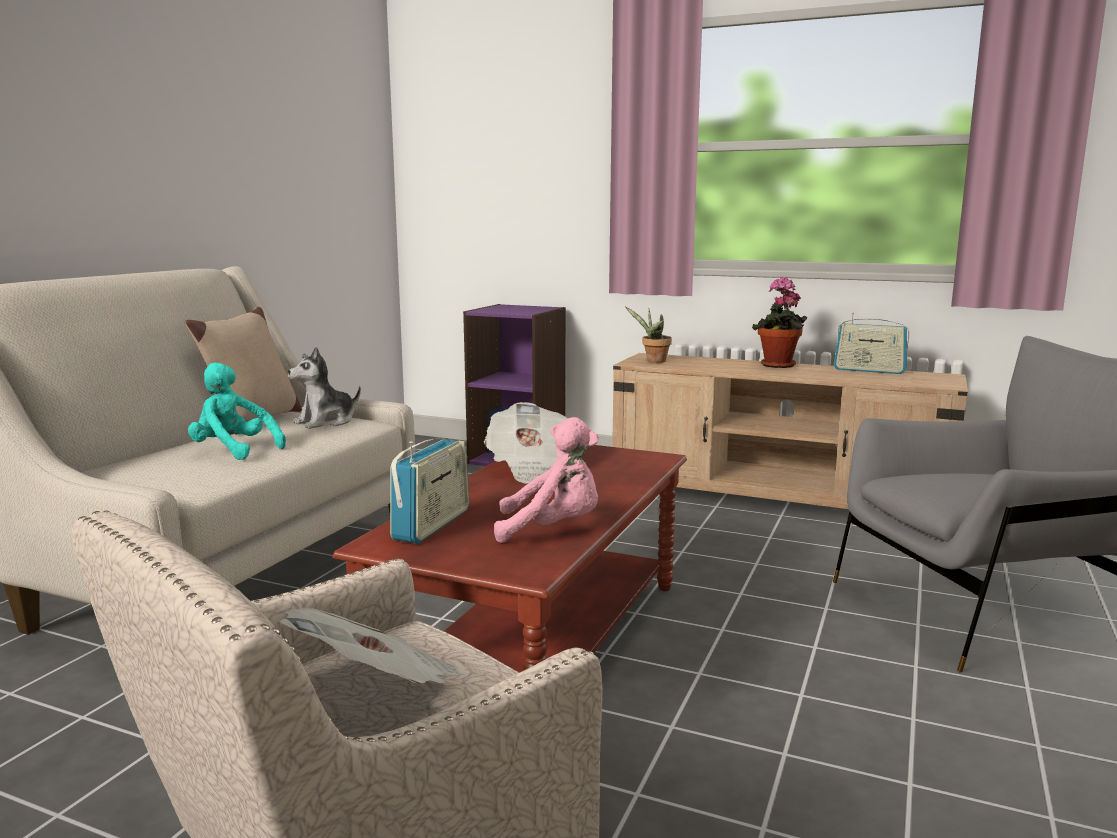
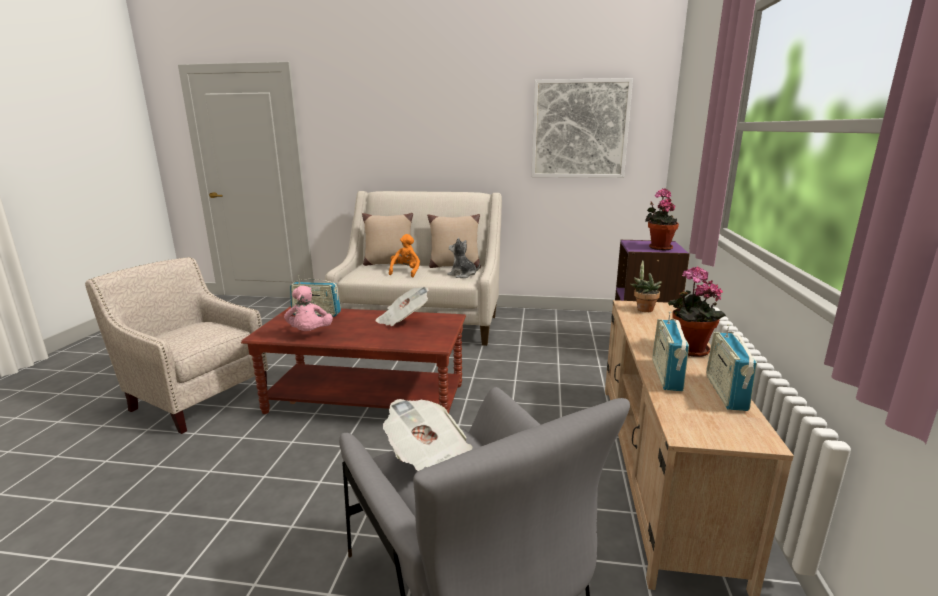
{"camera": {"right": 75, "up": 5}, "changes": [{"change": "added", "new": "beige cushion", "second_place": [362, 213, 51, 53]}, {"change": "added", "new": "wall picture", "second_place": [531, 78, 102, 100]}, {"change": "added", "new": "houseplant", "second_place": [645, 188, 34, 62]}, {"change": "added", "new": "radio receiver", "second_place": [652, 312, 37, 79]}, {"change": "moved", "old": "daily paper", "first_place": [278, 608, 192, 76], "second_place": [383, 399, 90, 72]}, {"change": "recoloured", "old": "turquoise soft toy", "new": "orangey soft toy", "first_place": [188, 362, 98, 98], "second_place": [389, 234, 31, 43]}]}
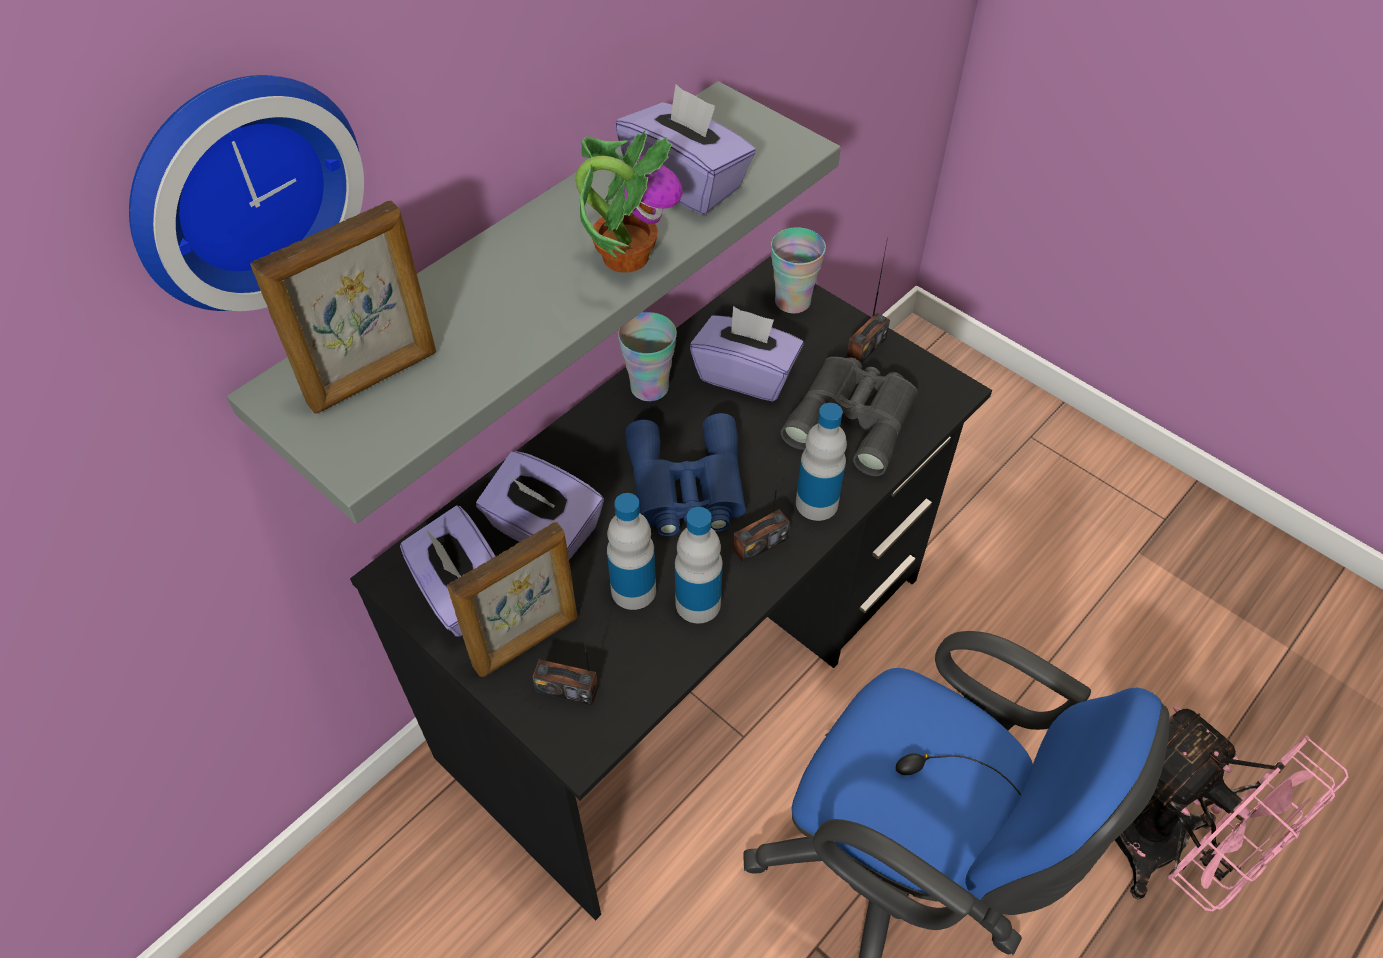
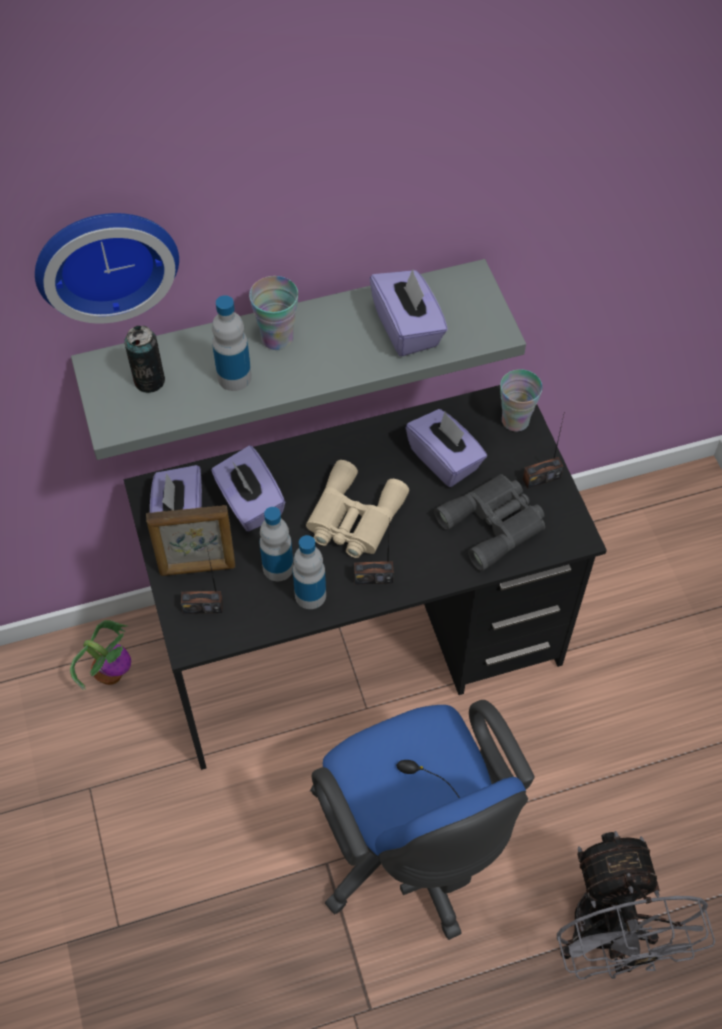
{"camera": {"right": 30, "up": 5}, "changes": [{"change": "moved", "old": "houseplant", "first_place": [576, 130, 106, 143], "second_place": [70, 620, 61, 70]}, {"change": "moved", "old": "drinking cup", "first_place": [618, 312, 59, 89], "second_place": [249, 276, 49, 74]}, {"change": "moved", "old": "drink bottle", "first_place": [796, 403, 51, 118], "second_place": [212, 295, 40, 96]}, {"change": "replaced", "old": "photo frame", "new": "metal can", "first_place": [250, 201, 186, 213], "second_place": [124, 326, 41, 67]}, {"change": "recoloured", "old": "blue-coloured field glasses", "new": "beige field glasses", "first_place": [625, 413, 121, 124], "second_place": [306, 460, 103, 98]}, {"change": "recoloured", "old": "pink electric fan", "new": "greyish electric fan", "first_place": [1115, 706, 233, 205], "second_place": [557, 831, 158, 149]}, {"change": "turned", "old": "radio receiver", "first_place": [532, 605, 66, 100], "second_place": [181, 549, 42, 65], "degrees": -45}]}
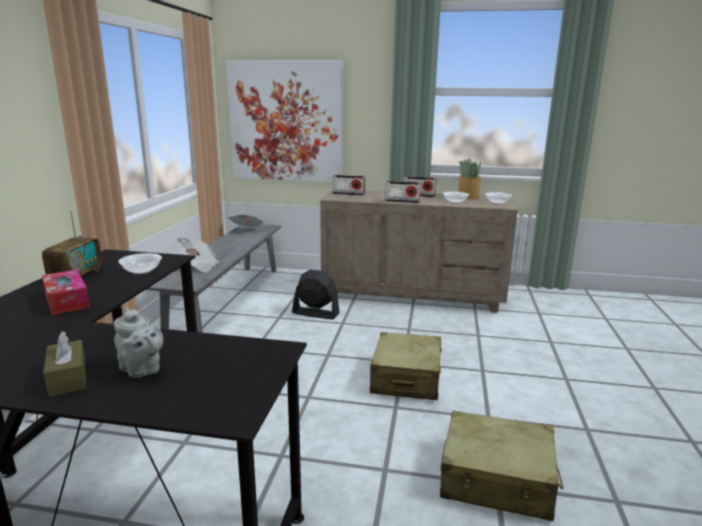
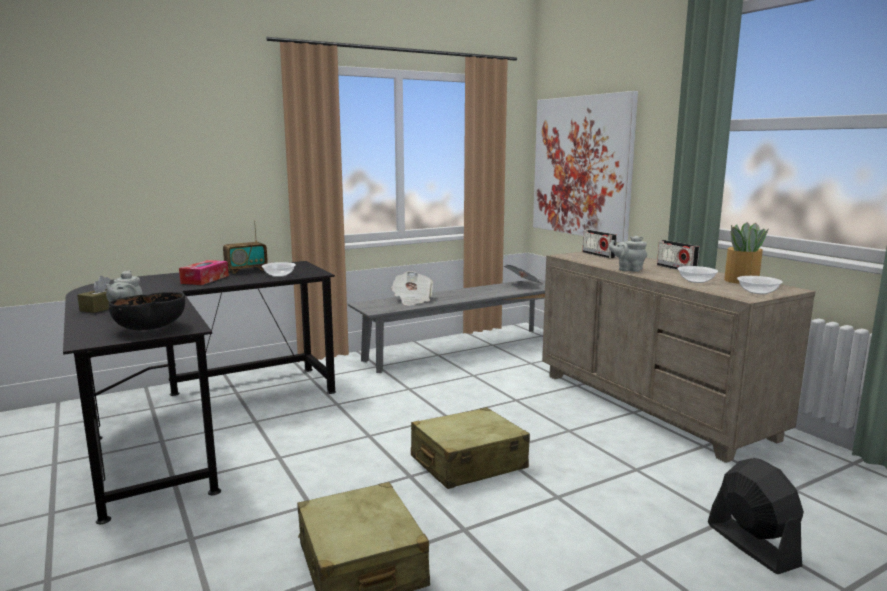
{"camera": {"right": 50, "up": -5}, "changes": [{"change": "added", "new": "blackish serving bowl", "second_place": [108, 292, 77, 38]}, {"change": "moved", "old": "blackish electric fan", "first_place": [292, 270, 48, 50], "second_place": [708, 458, 96, 116]}, {"change": "replaced", "old": "radio receiver", "new": "greyish pot for tea", "first_place": [385, 181, 35, 22], "second_place": [609, 236, 38, 36]}]}
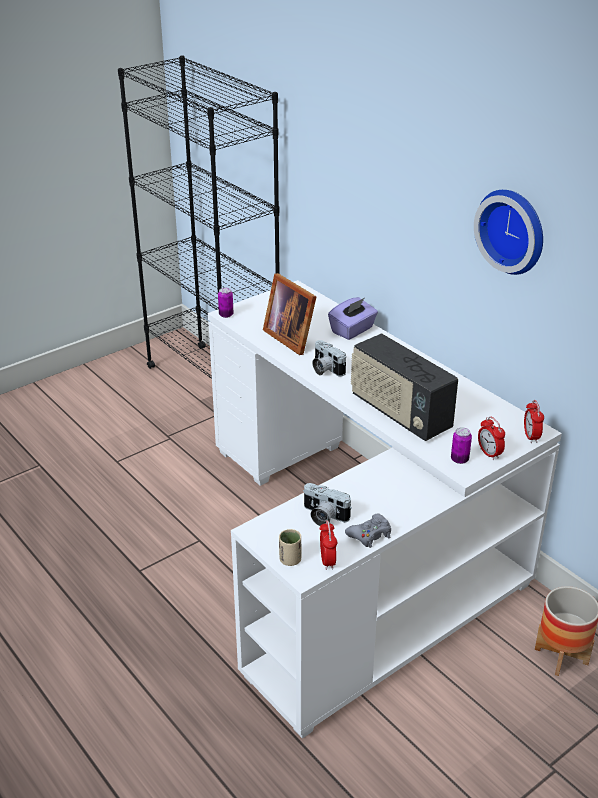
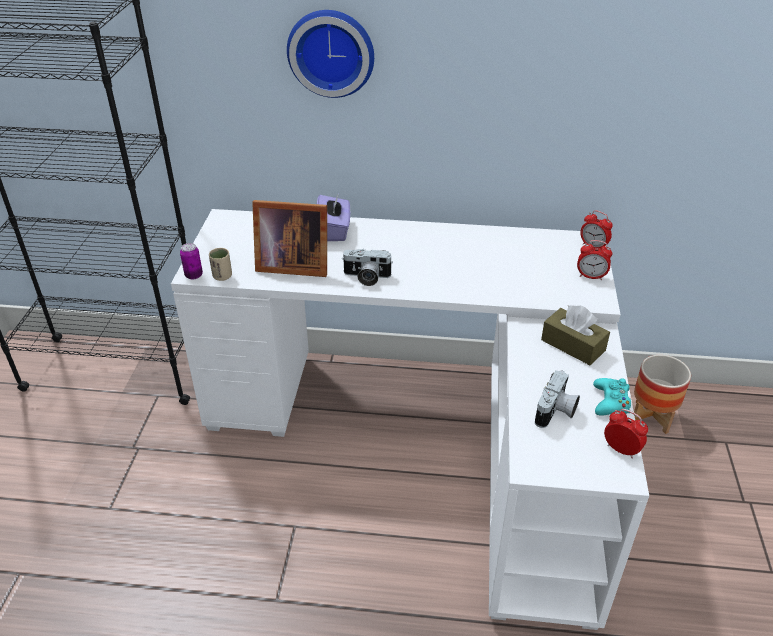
{"camera": {"right": -45, "up": 5}, "changes": [{"change": "removed", "old": "radio receiver", "first_place": [351, 333, 107, 108]}, {"change": "removed", "old": "metal can", "first_place": [451, 427, 21, 37]}, {"change": "added", "new": "brownish box of tissues", "second_place": [541, 305, 69, 60]}, {"change": "moved", "old": "beige drinking cup", "first_place": [279, 529, 22, 37], "second_place": [209, 248, 23, 33]}, {"change": "moved", "old": "hanging clock", "first_place": [474, 190, 69, 85], "second_place": [287, 10, 87, 88]}, {"change": "recoloured", "old": "greyish gamepad", "new": "turquoise gamepad", "first_place": [345, 513, 46, 35], "second_place": [593, 378, 38, 37]}, {"change": "turned", "old": "photo camera", "first_place": [303, 483, 49, 43], "second_place": [535, 370, 45, 58], "degrees": -45}]}
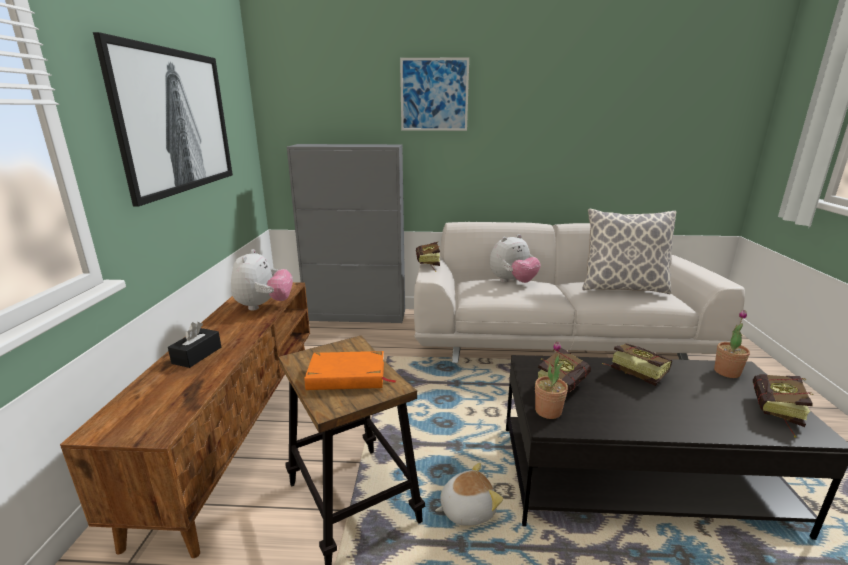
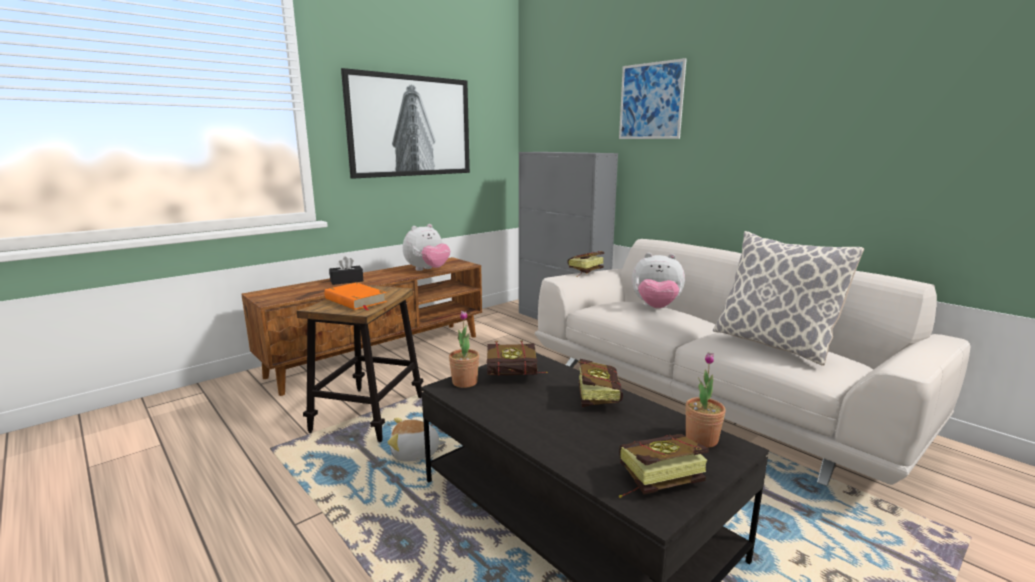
{"camera": {"right": 45, "up": -5}, "changes": [{"change": "turned", "old": "soft toy", "first_place": [435, 463, 68, 63], "second_place": [388, 418, 58, 44], "degrees": 150}]}
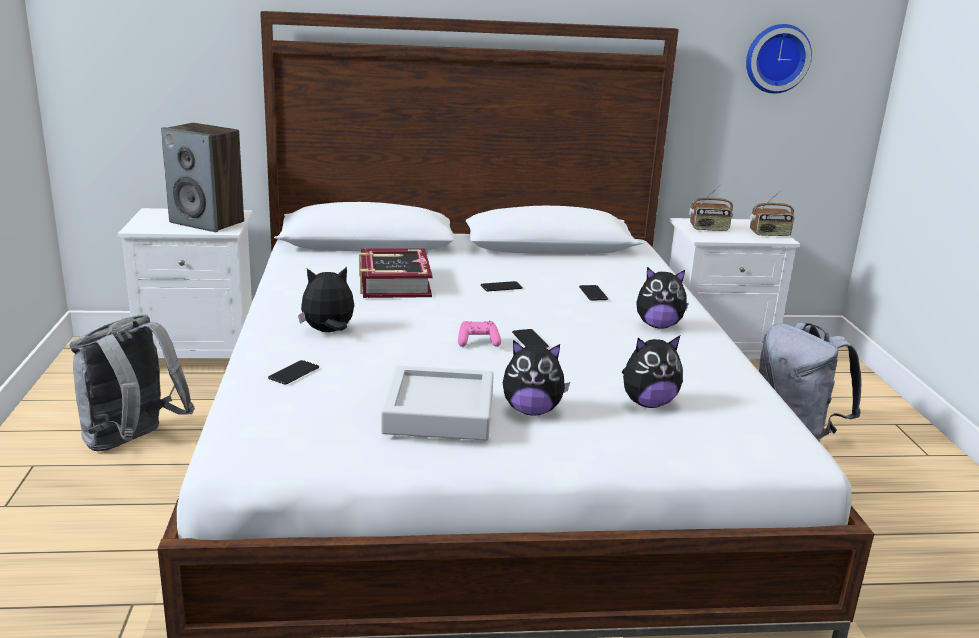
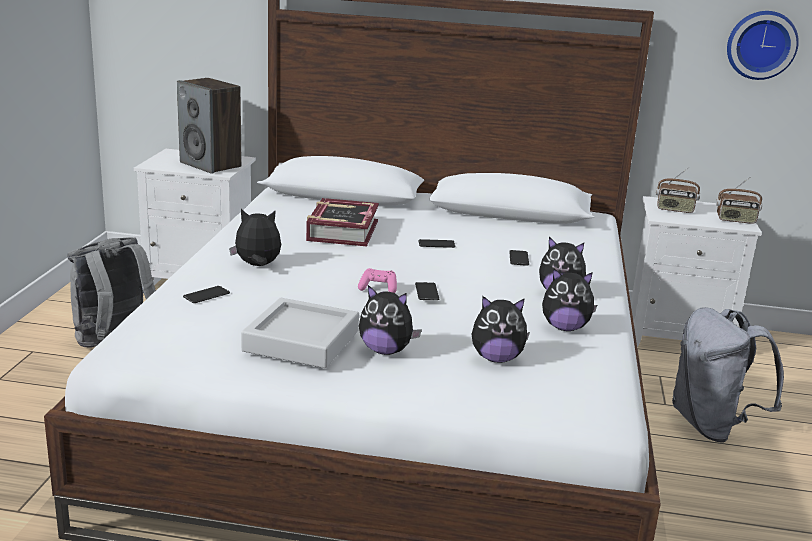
{"camera": {"right": 15, "up": 0}, "changes": [{"change": "added", "new": "soft toy", "second_place": [542, 268, 55, 63]}]}
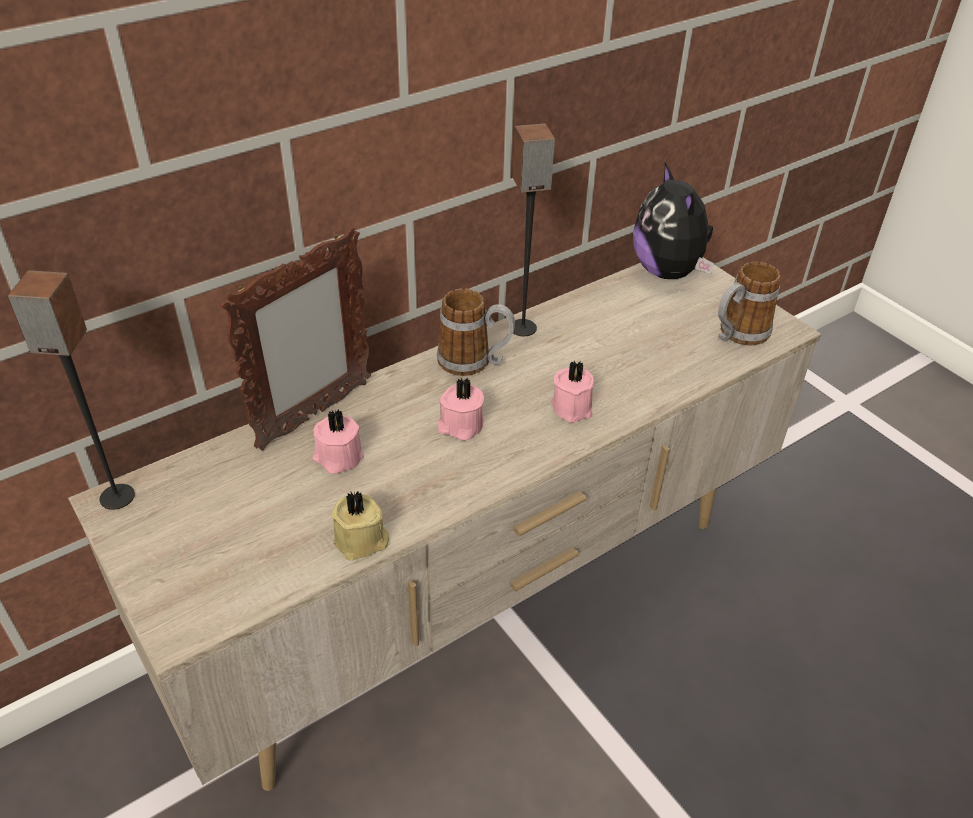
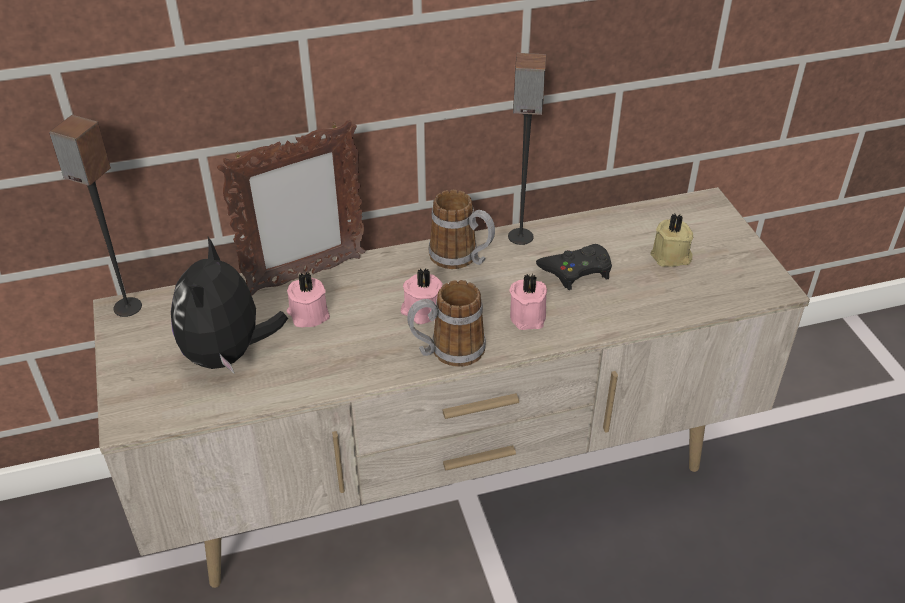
{"camera": {"right": 20, "up": 0}, "changes": [{"change": "added", "new": "blackish gamepad", "second_place": [536, 244, 76, 46]}, {"change": "moved", "old": "beige wax light", "first_place": [331, 490, 58, 71], "second_place": [651, 214, 43, 53]}, {"change": "moved", "old": "soft toy", "first_place": [633, 162, 82, 117], "second_place": [171, 237, 117, 137]}, {"change": "moved", "old": "coffee mug", "first_place": [718, 262, 63, 83], "second_place": [407, 280, 79, 87]}]}
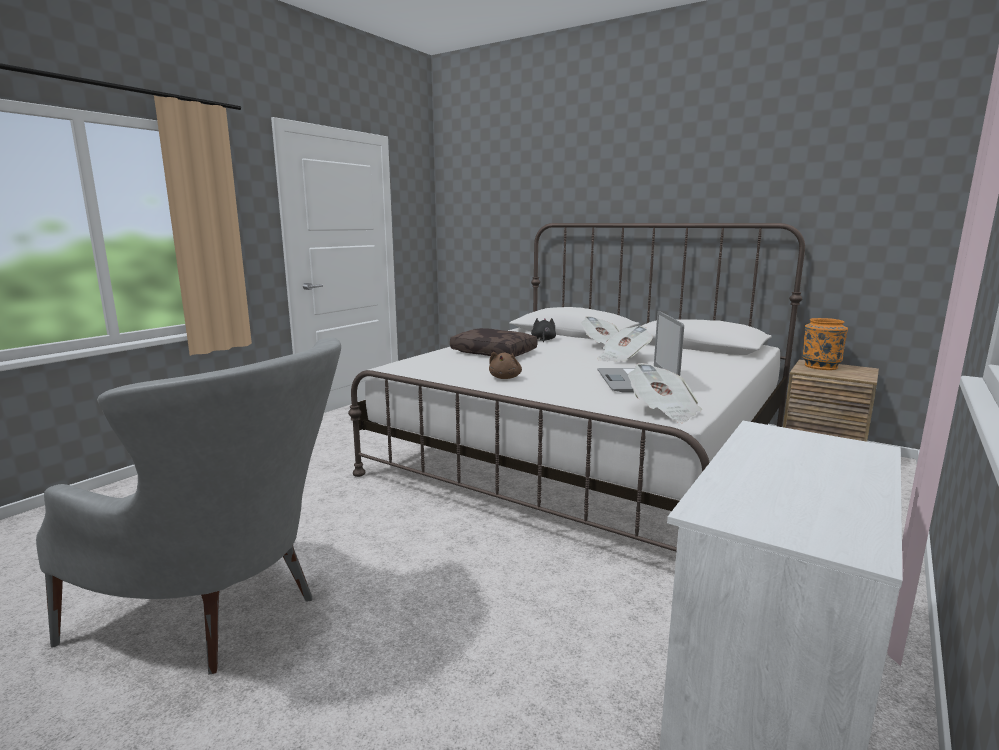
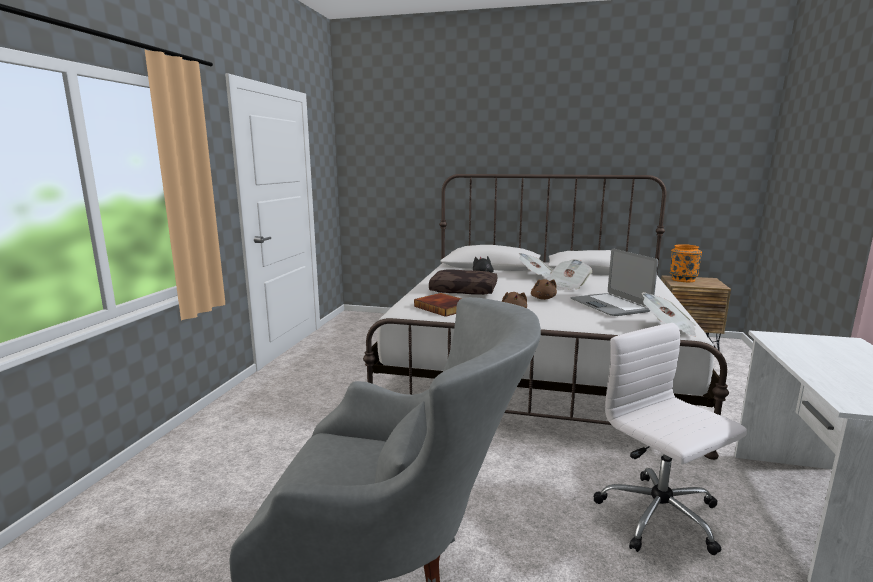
{"camera": {"right": -20, "up": 0}, "changes": [{"change": "added", "new": "volume", "second_place": [414, 293, 47, 24]}, {"change": "added", "new": "brownish soft toy", "second_place": [531, 279, 26, 21]}, {"change": "added", "new": "white desk chair", "second_place": [594, 323, 153, 232]}]}
